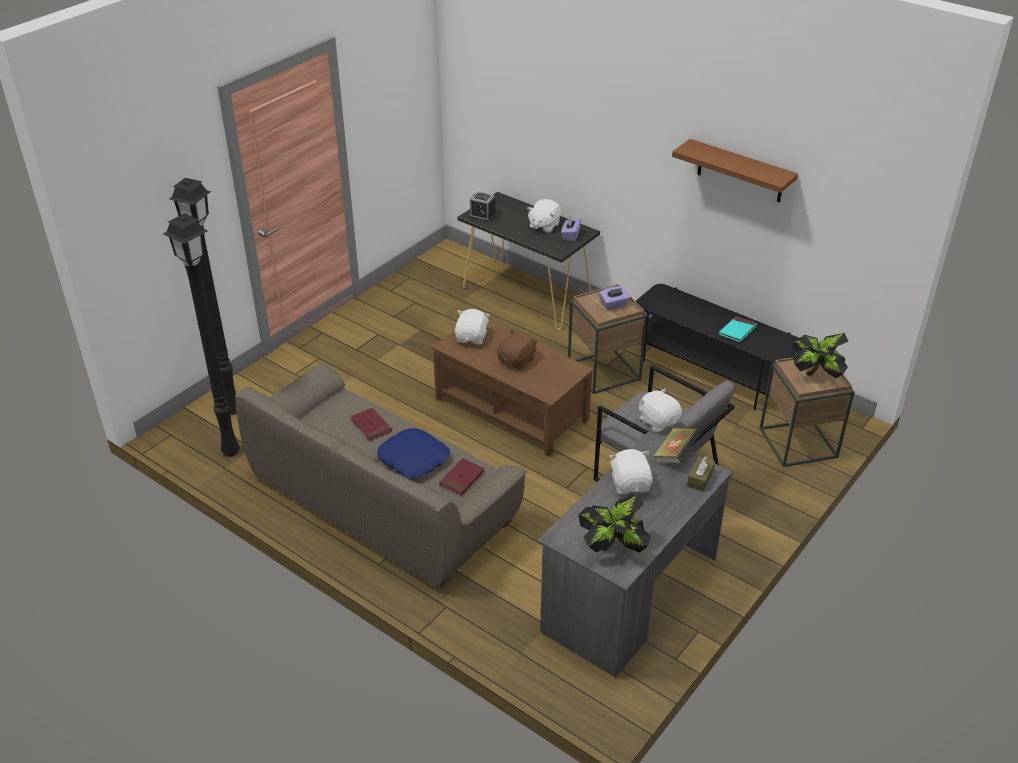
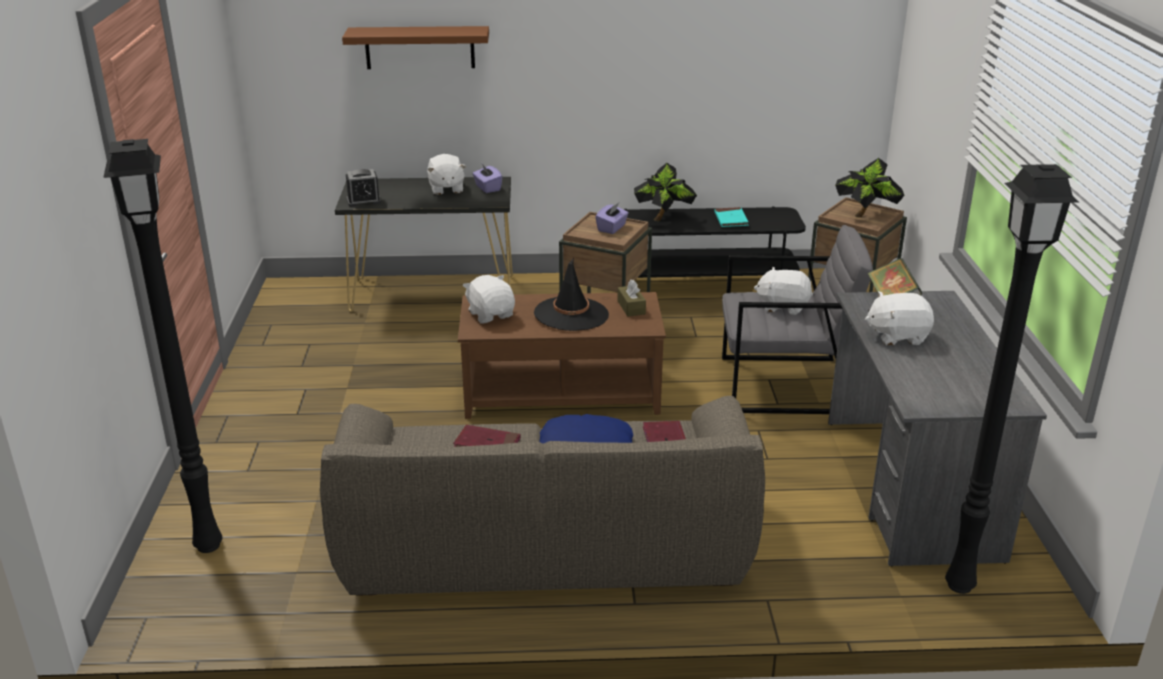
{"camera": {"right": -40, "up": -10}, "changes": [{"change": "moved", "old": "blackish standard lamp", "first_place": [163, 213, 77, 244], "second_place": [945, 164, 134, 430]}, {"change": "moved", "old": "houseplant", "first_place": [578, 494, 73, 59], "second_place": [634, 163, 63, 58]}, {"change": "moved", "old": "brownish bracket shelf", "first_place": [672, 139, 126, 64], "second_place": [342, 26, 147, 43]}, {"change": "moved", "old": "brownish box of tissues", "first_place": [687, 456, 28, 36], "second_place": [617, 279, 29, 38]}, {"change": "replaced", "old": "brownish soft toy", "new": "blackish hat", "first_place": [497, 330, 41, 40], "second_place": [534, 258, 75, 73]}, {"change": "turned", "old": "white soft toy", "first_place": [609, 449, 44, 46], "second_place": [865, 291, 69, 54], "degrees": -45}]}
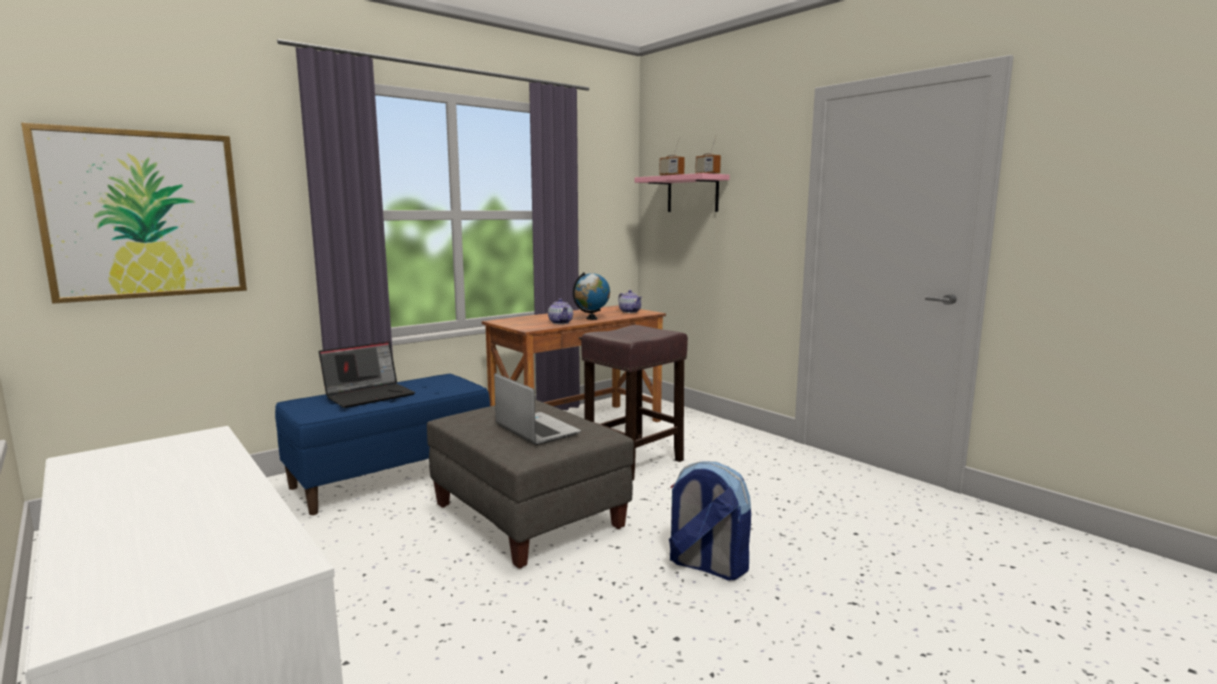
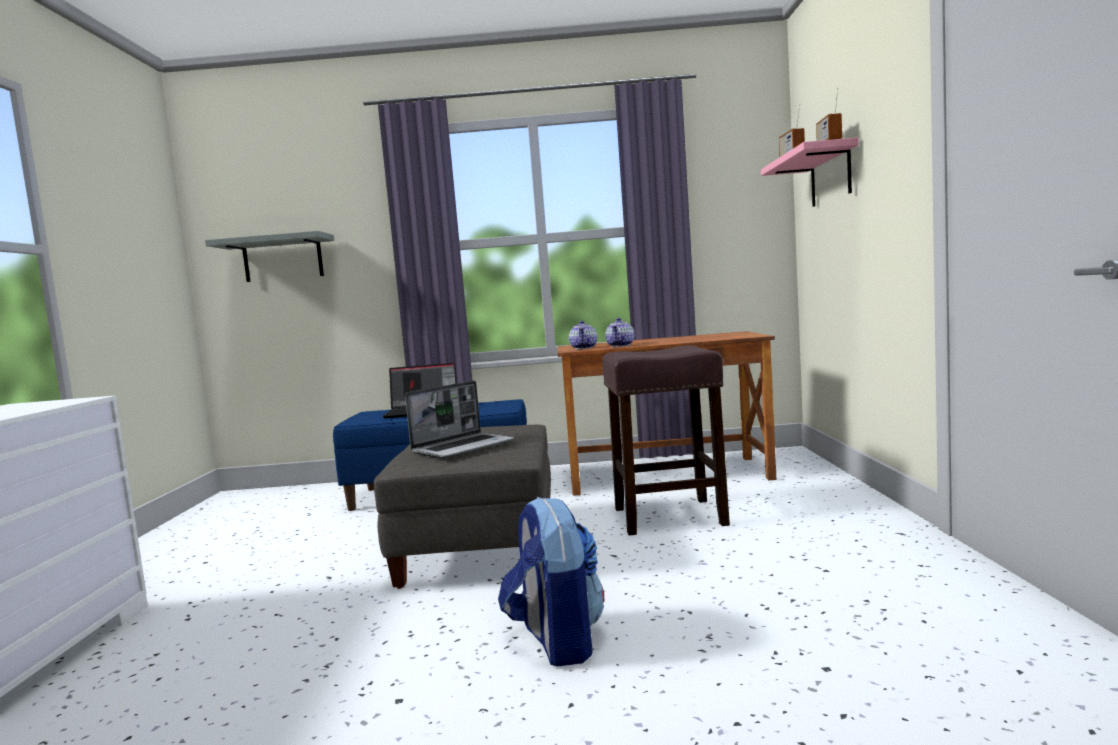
{"camera": {"right": 40, "up": -5}, "changes": [{"change": "removed", "old": "world globe", "first_place": [573, 272, 37, 48]}, {"change": "moved", "old": "pot for tea", "first_place": [618, 290, 24, 23], "second_place": [569, 320, 28, 29]}, {"change": "replaced", "old": "wall picture", "new": "greyish bracket shelf", "first_place": [21, 123, 226, 181], "second_place": [205, 231, 129, 51]}, {"change": "turned", "old": "notebook computer", "first_place": [494, 373, 87, 72], "second_place": [405, 381, 109, 78], "degrees": 45}]}
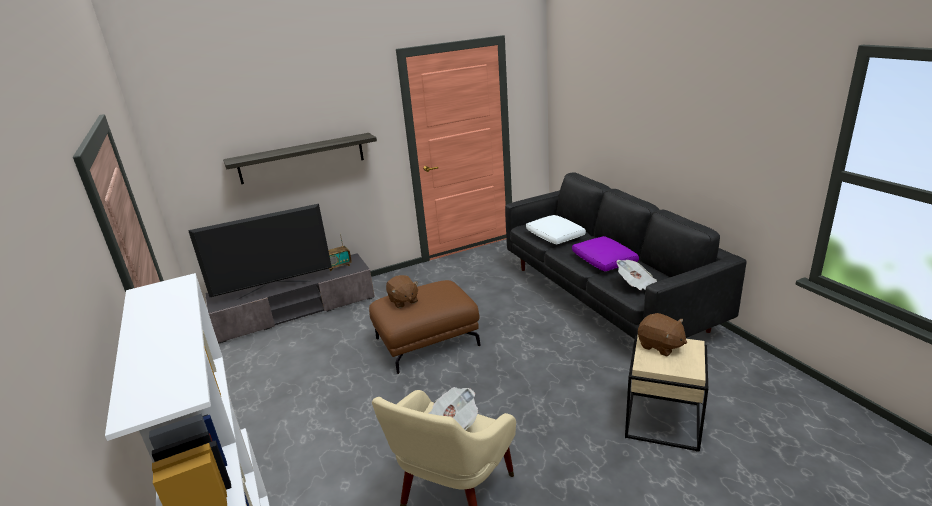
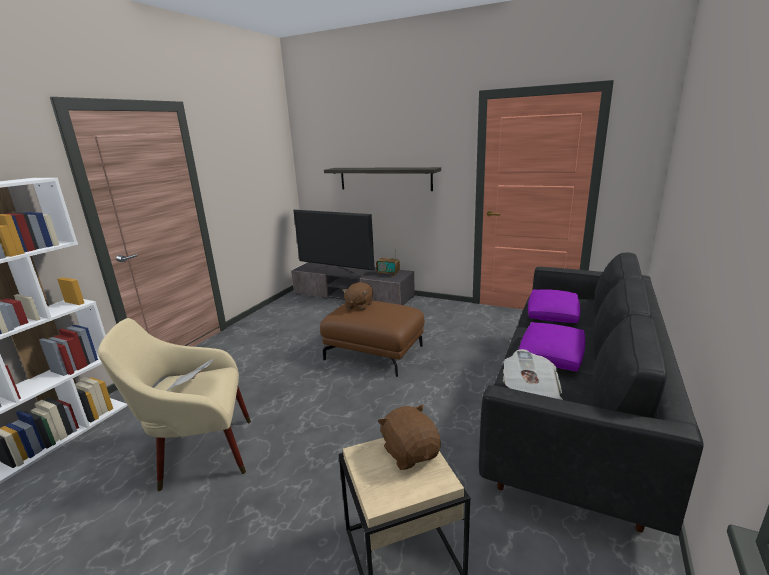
{"camera": {"right": 50, "up": -5}, "changes": [{"change": "recoloured", "old": "white cushion", "new": "purplish cushion", "first_place": [526, 215, 60, 29], "second_place": [528, 289, 52, 34]}, {"change": "turned", "old": "brownish soft toy", "first_place": [638, 313, 49, 43], "second_place": [378, 404, 63, 66], "degrees": 150}]}
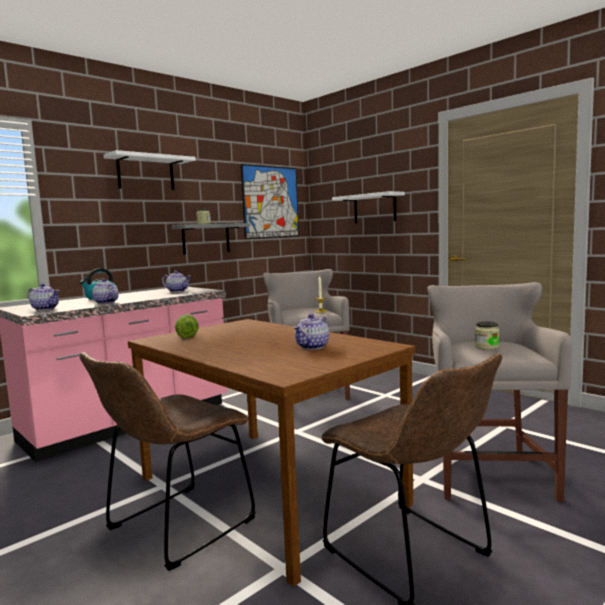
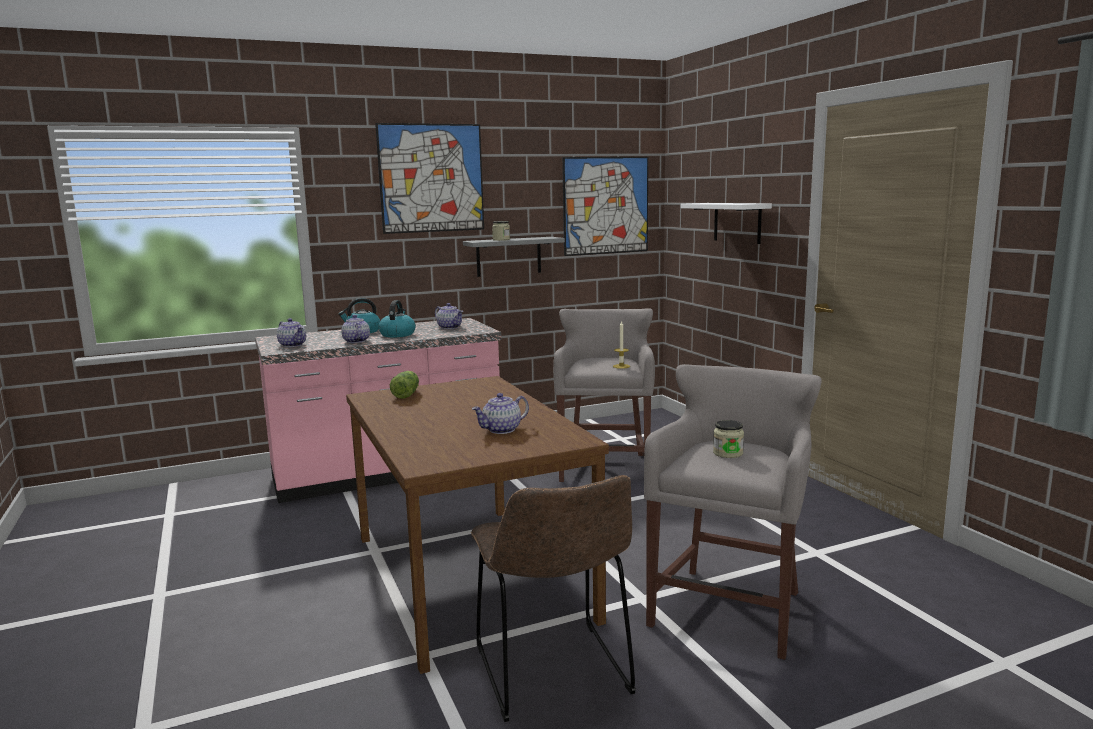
{"camera": {"right": 20, "up": 5}, "changes": [{"change": "removed", "old": "brownish chair", "first_place": [80, 352, 176, 219]}, {"change": "added", "new": "water kettle", "second_place": [379, 300, 37, 37]}, {"change": "replaced", "old": "white bracket shelf", "new": "wall picture", "first_place": [104, 150, 92, 40], "second_place": [375, 123, 109, 111]}]}
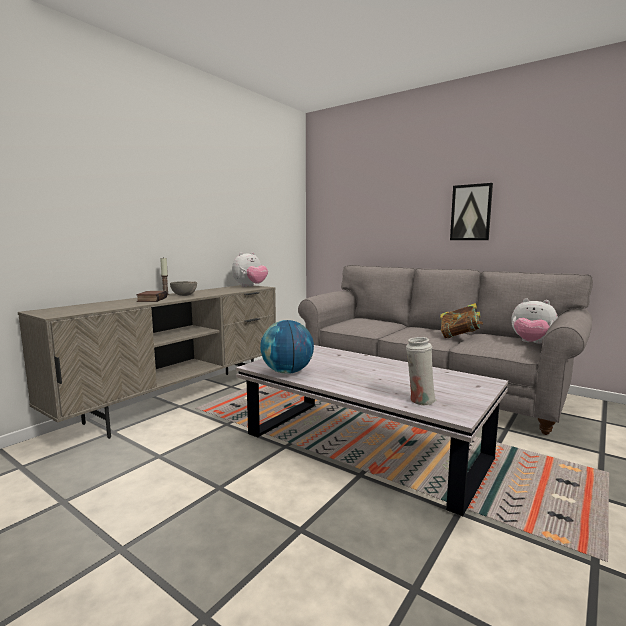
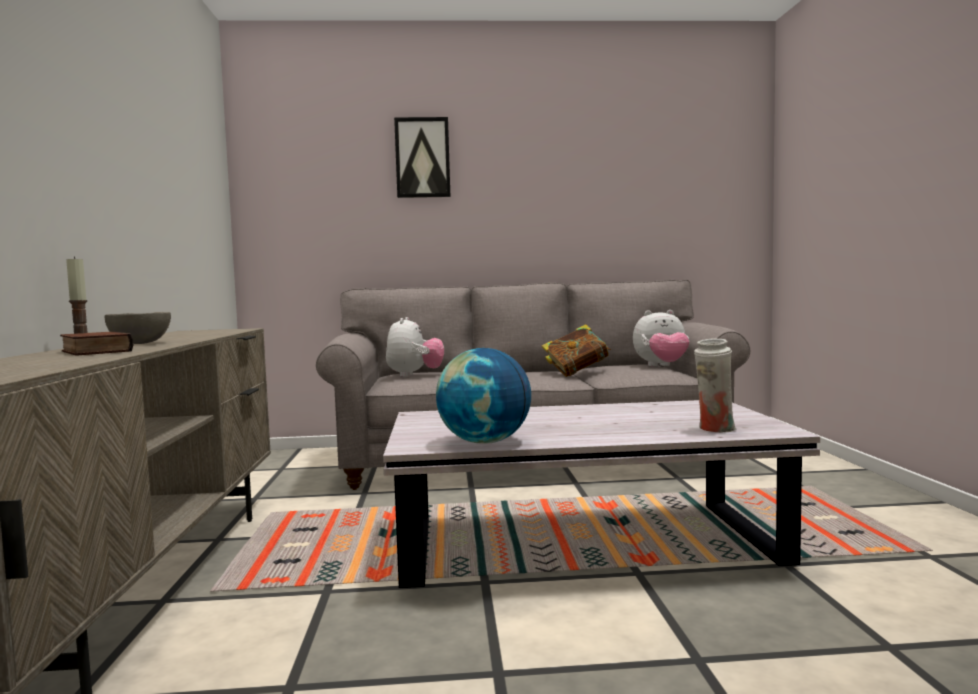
{"camera": {"right": -40, "up": -5}, "changes": [{"change": "moved", "old": "soft toy", "first_place": [232, 252, 36, 35], "second_place": [386, 317, 58, 60]}, {"change": "moved", "old": "wall picture", "first_place": [450, 183, 43, 57], "second_place": [394, 117, 56, 81]}]}
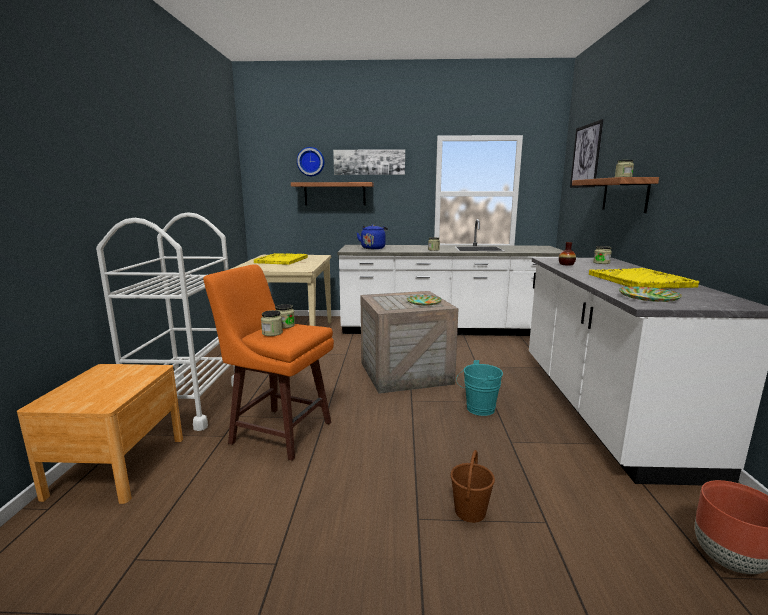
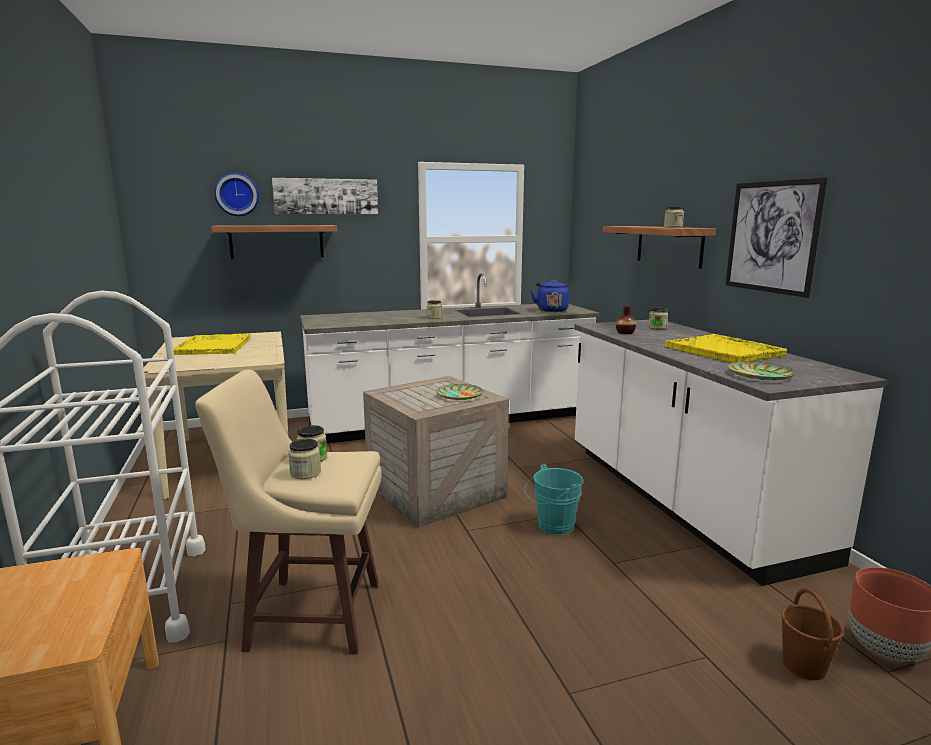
{"camera": {"right": -20, "up": 0}, "changes": [{"change": "moved", "old": "blue-coloured water kettle", "first_place": [357, 224, 31, 25], "second_place": [531, 280, 38, 32]}, {"change": "moved", "old": "brownish pail", "first_place": [450, 450, 45, 73], "second_place": [781, 588, 63, 92]}, {"change": "moved", "old": "wall picture", "first_place": [570, 119, 33, 69], "second_place": [725, 177, 102, 121]}, {"change": "recoloured", "old": "orangey stool seat", "new": "beige stool seat", "first_place": [203, 264, 131, 197], "second_place": [195, 370, 187, 285]}]}
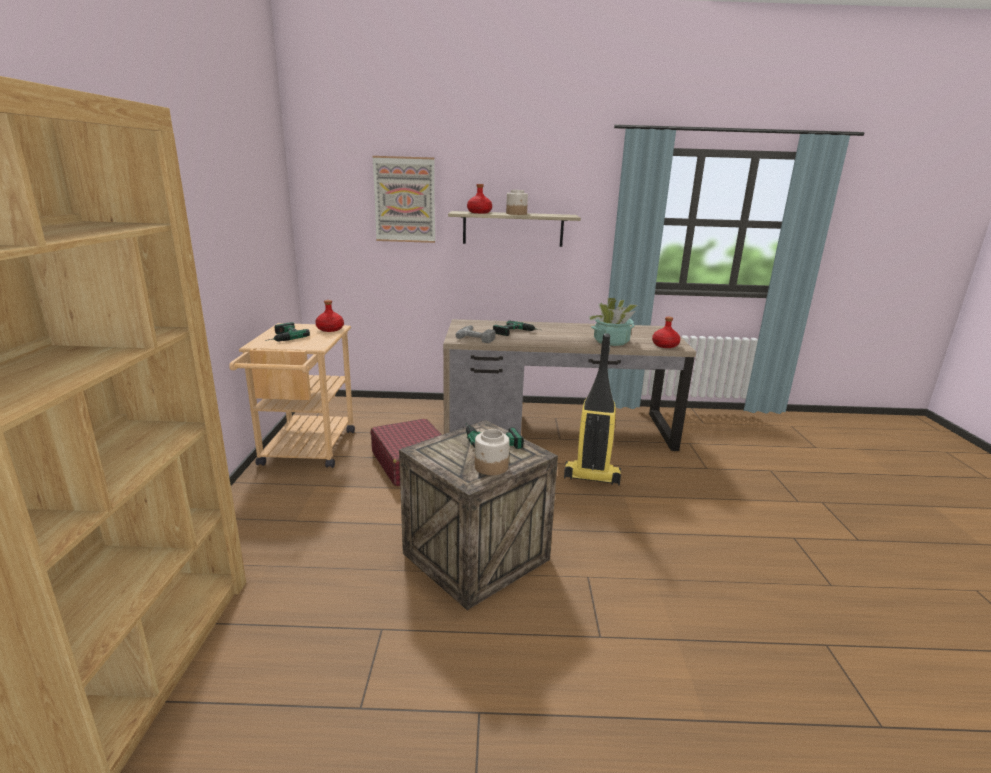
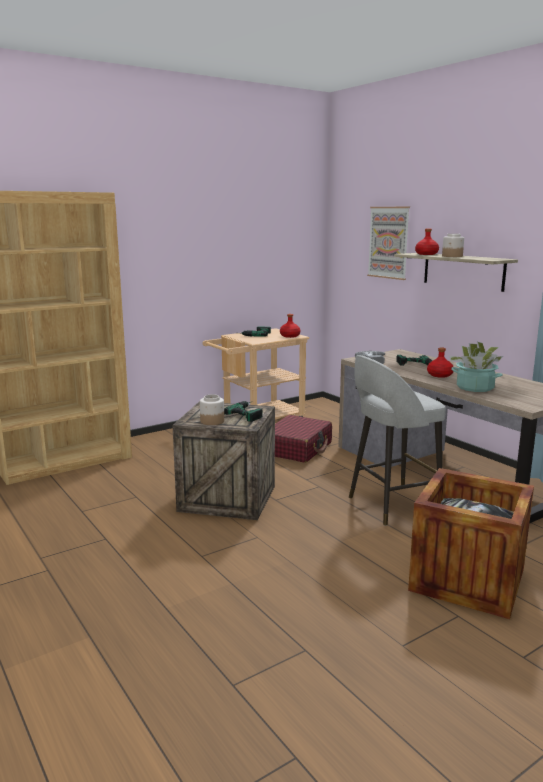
{"camera": {"right": 55, "up": -5}, "changes": [{"change": "added", "new": "packing crate", "second_place": [408, 468, 126, 151]}, {"change": "moved", "old": "red-coloured drink bottle", "first_place": [652, 317, 28, 31], "second_place": [427, 347, 27, 31]}, {"change": "replaced", "old": "vacuum", "new": "greyish stool seat", "first_place": [564, 333, 57, 153], "second_place": [349, 355, 97, 171]}]}
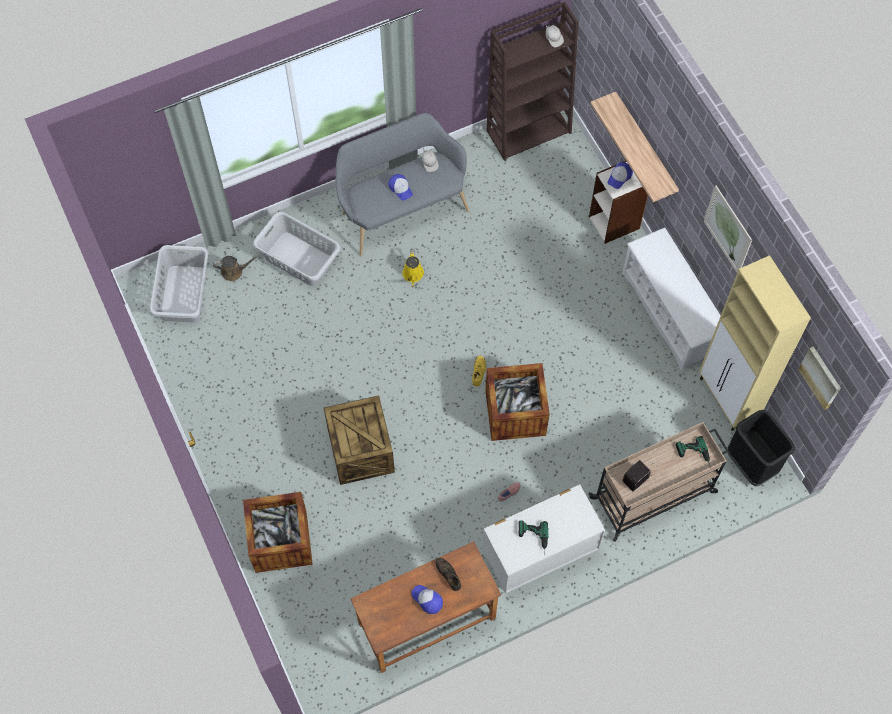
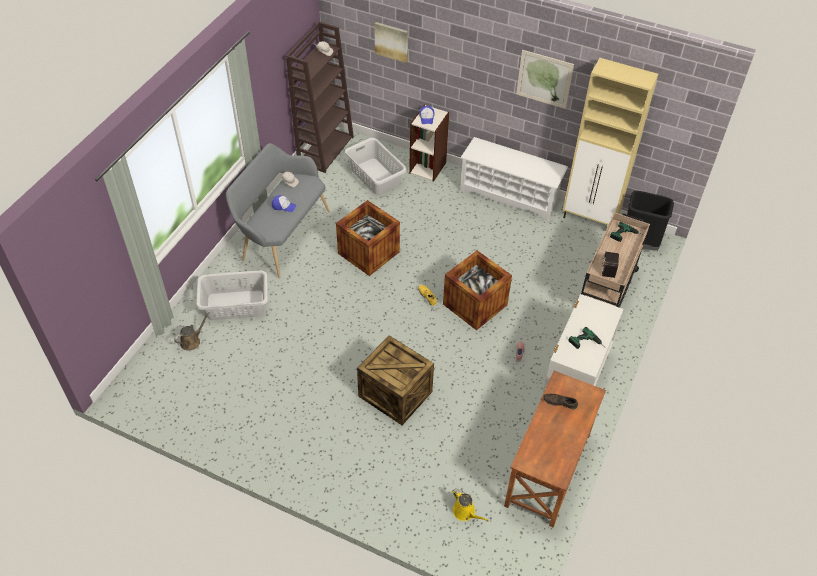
{"camera": {"right": -40, "up": -15}, "changes": [{"change": "removed", "old": "cap", "first_place": [411, 585, 32, 29]}, {"change": "removed", "old": "bracket shelf", "first_place": [590, 92, 89, 110]}, {"change": "moved", "old": "greyish washing basket", "first_place": [150, 245, 58, 77], "second_place": [344, 138, 63, 57]}, {"change": "moved", "old": "packing crate", "first_place": [243, 492, 70, 81], "second_place": [336, 200, 64, 76]}, {"change": "moved", "old": "yellowish sprinkling can", "first_place": [403, 250, 21, 37], "second_place": [452, 488, 36, 34]}, {"change": "moved", "old": "wall picture", "first_place": [798, 346, 43, 64], "second_place": [374, 22, 34, 41]}]}
